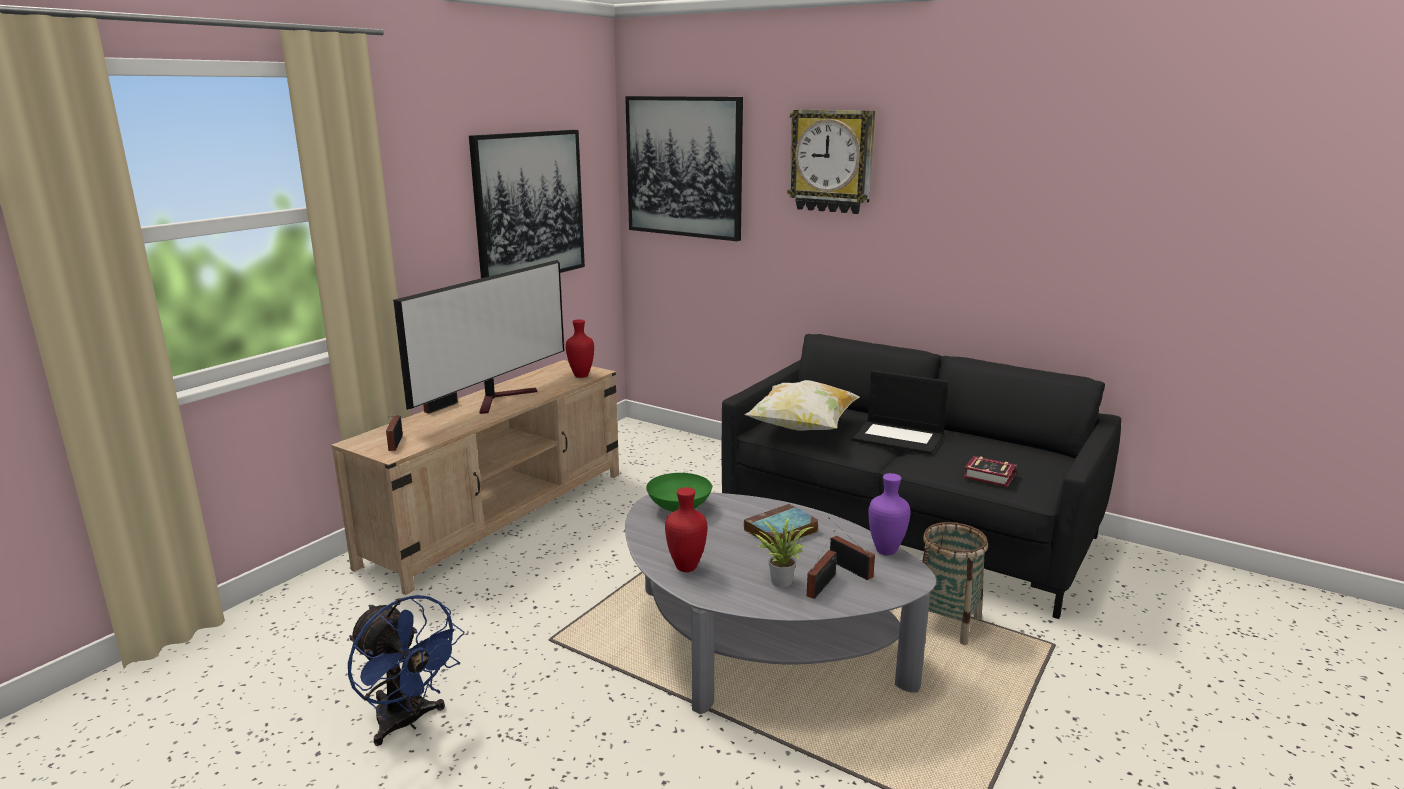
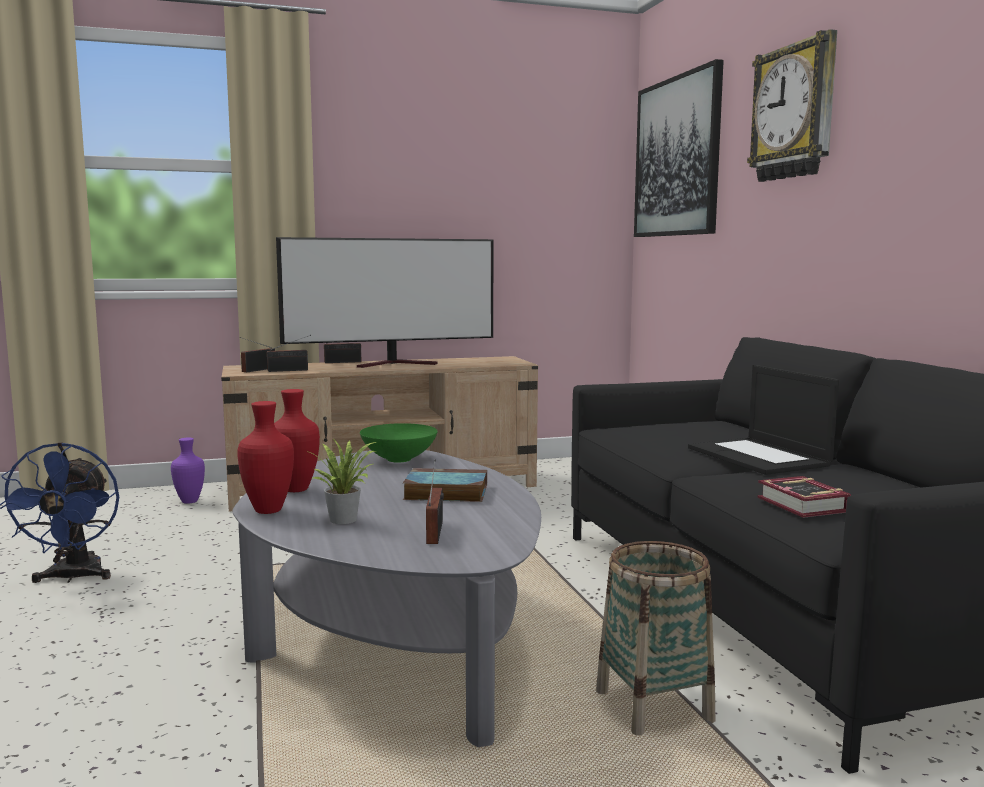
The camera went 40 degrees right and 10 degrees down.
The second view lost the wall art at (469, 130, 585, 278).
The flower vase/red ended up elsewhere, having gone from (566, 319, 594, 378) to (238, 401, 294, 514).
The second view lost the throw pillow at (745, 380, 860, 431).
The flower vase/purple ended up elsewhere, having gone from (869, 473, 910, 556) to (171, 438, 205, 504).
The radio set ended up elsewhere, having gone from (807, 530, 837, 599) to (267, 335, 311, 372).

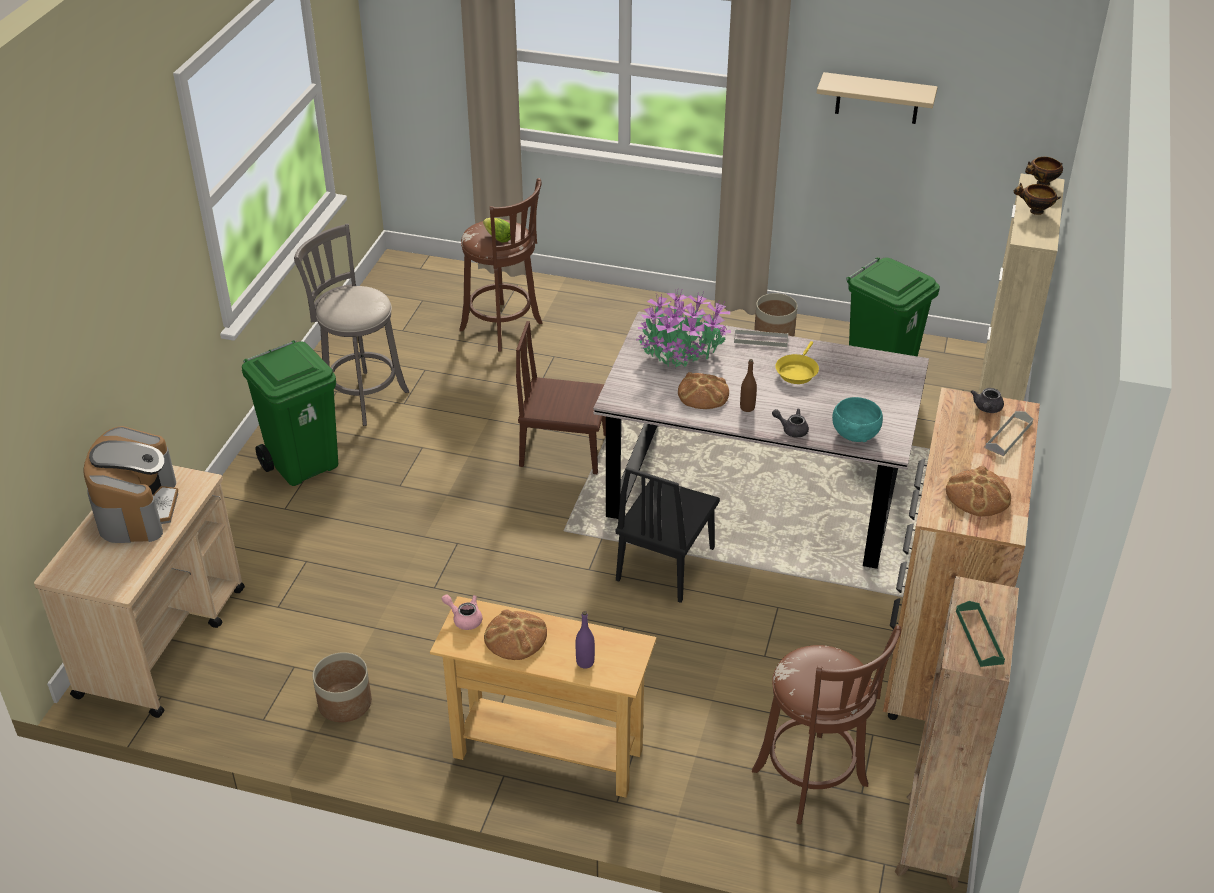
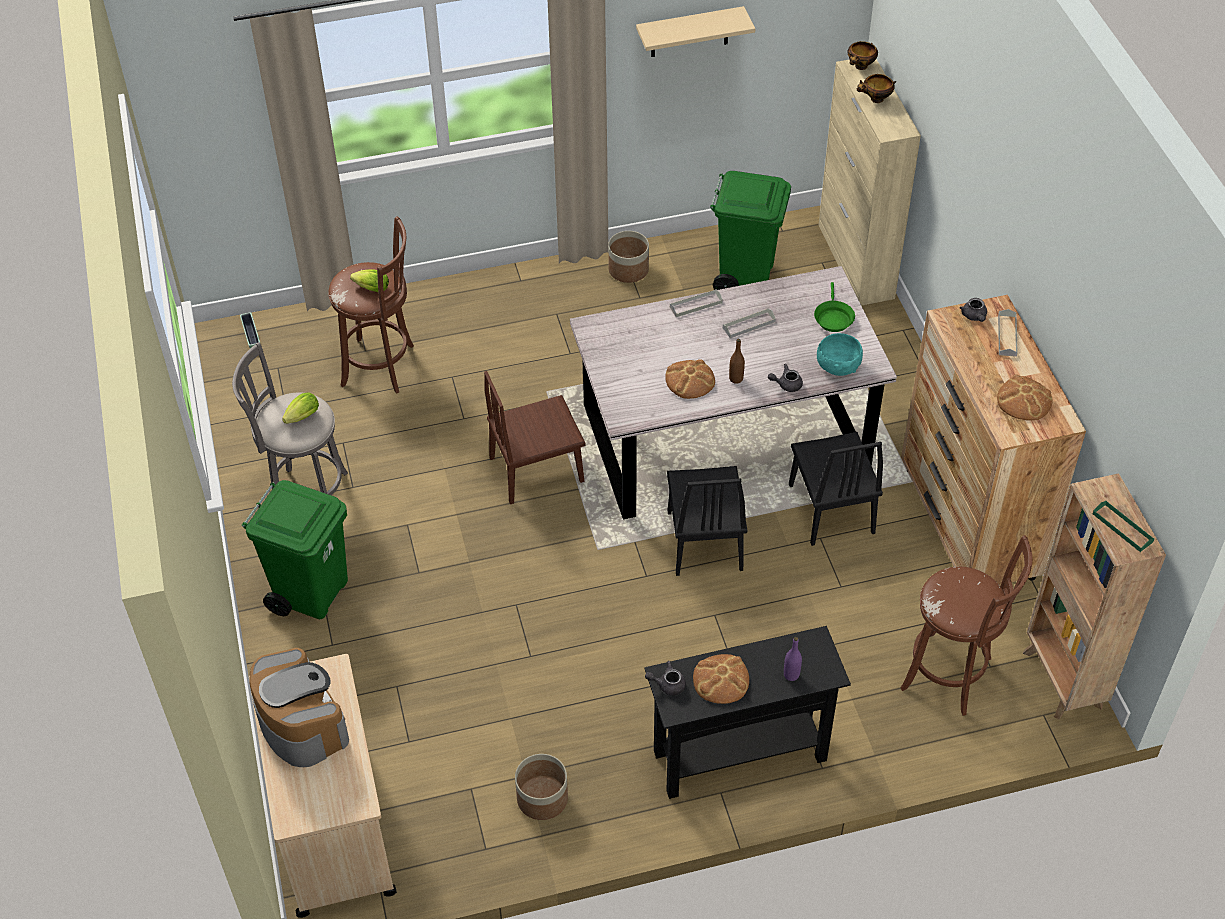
The camera went 30 degrees left and 10 degrees up.
The second view lost the houseplant at (636, 290, 731, 368).
Where the pan/yellowish stood at (775, 341, 819, 384), the serving tray/gray came to stand at (723, 308, 776, 338).
What was the pot for tea/pink-coloured at (442, 594, 482, 630) turned into the pot for tea/gray at (645, 661, 686, 695).
What was the narrow table/sand-coloured at (430, 596, 657, 798) turned into the narrow table/black at (645, 626, 851, 799).
The second view gained the pan/greenish at (814, 282, 855, 332).
The second view gained the flower pot at (240, 312, 260, 348).
The second view gained the lettuce head at (282, 392, 319, 424).
The second view gained the chair/black at (789, 432, 883, 546).

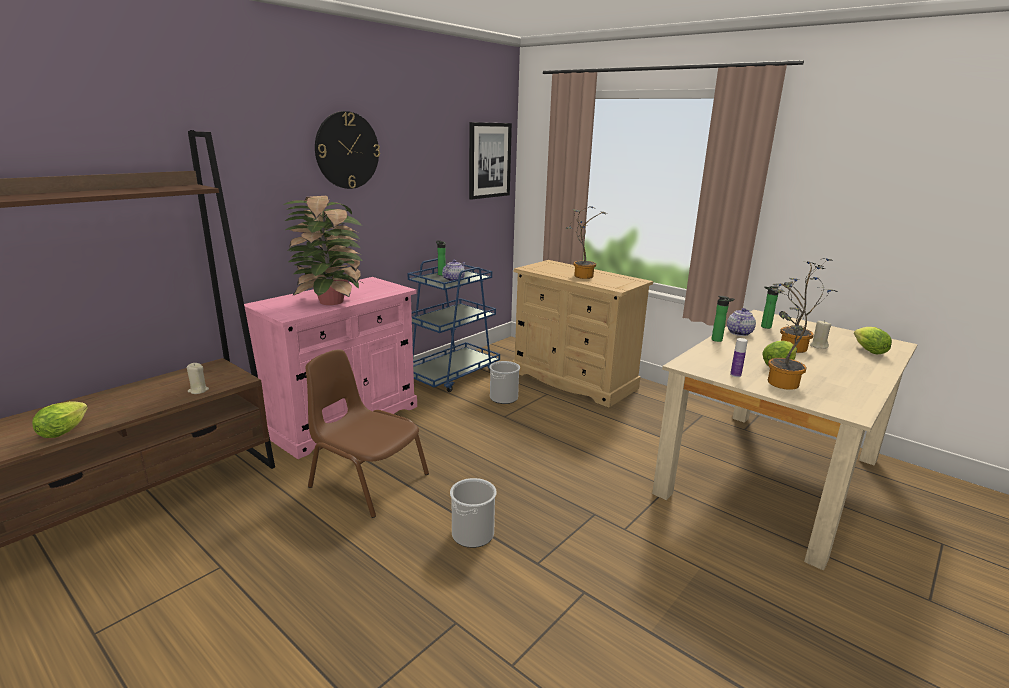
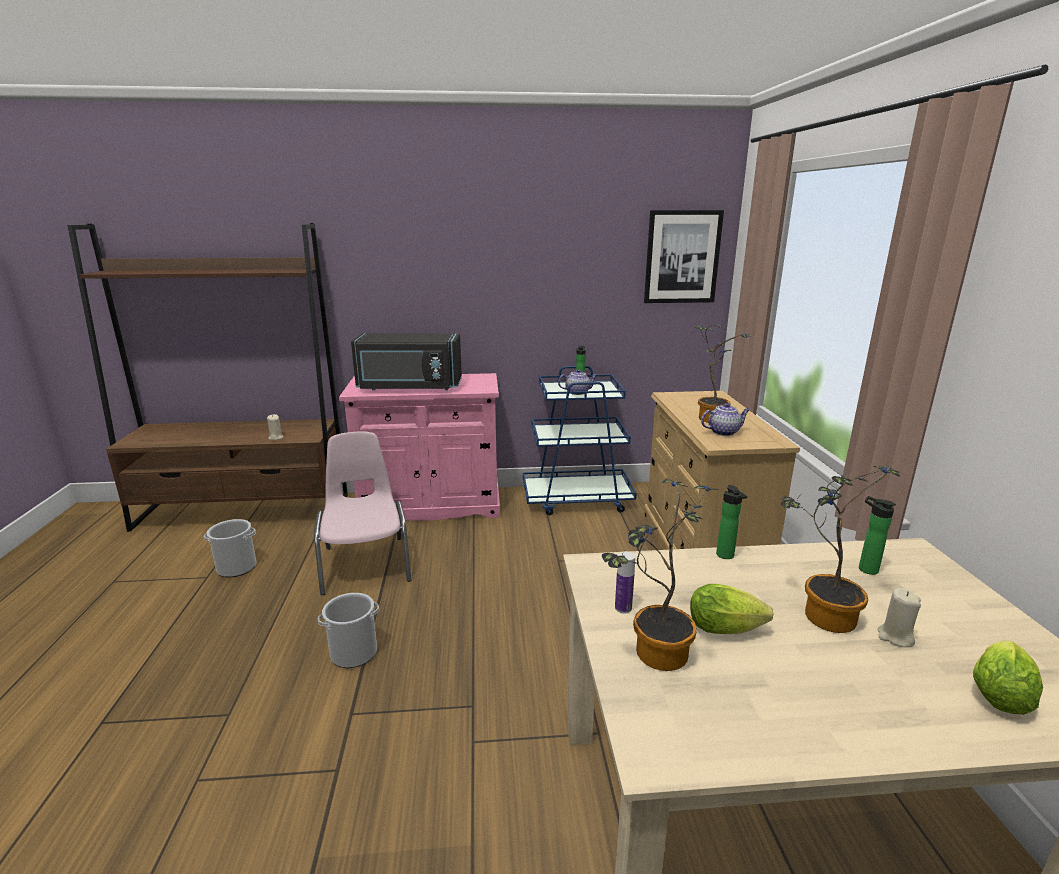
The camera went 45 degrees right and 0 degrees up.
The second view lost the hanging clock at (315, 111, 380, 189).
Where the houseplant stood at (283, 196, 363, 305), the microwave oven/black came to stand at (351, 333, 462, 390).
The pot for tea ended up elsewhere, having gone from (727, 308, 756, 336) to (701, 403, 750, 436).
What was the chair/brown-coloured at (305, 349, 429, 518) turned into the chair/pink-coloured at (314, 431, 411, 595).
The bucket ended up elsewhere, having gone from (489, 361, 520, 404) to (204, 519, 257, 577).
The second view lost the lettuce head at (32, 401, 88, 438).

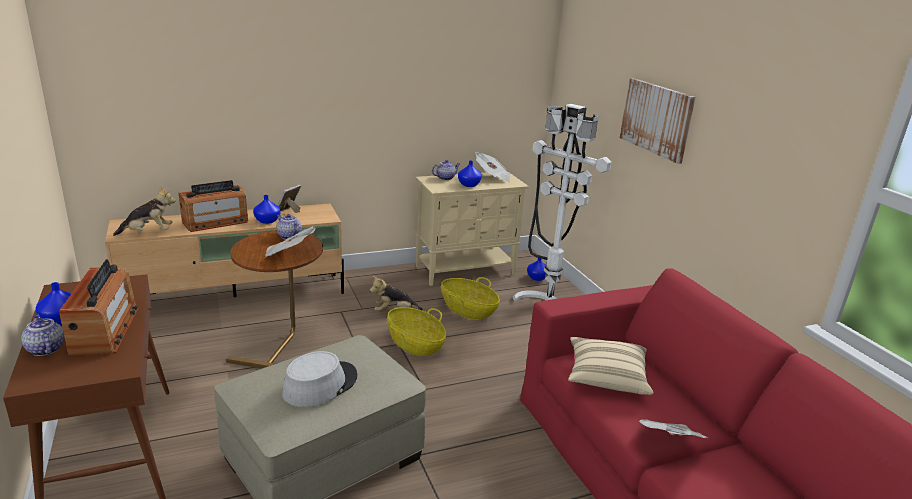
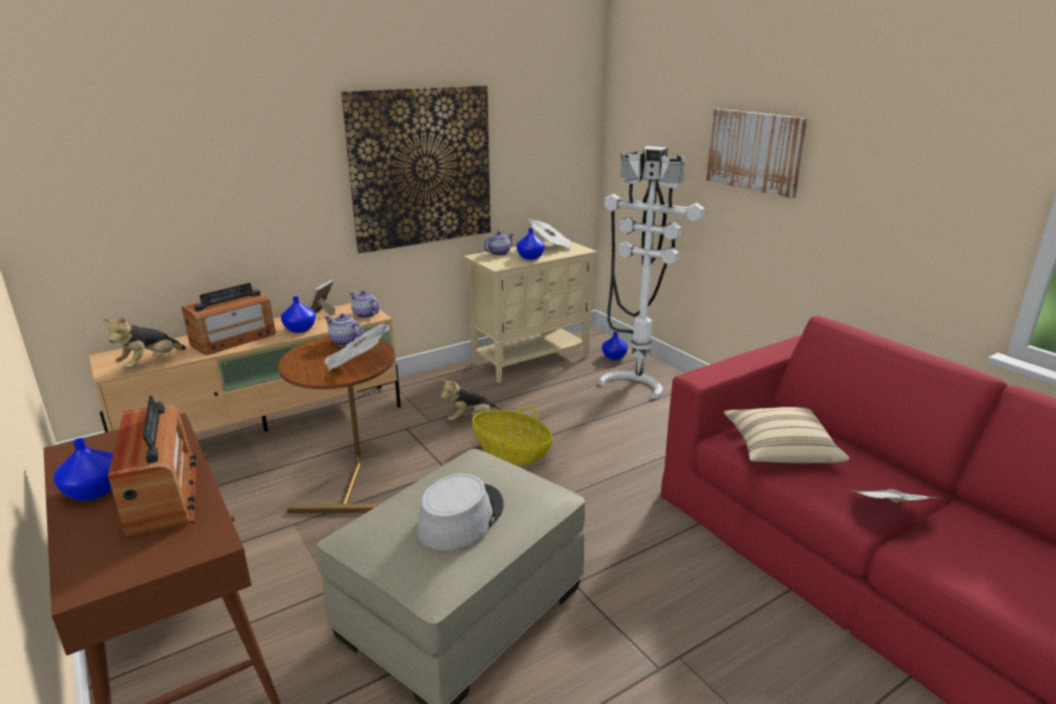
The camera went 10 degrees left and 0 degrees up.
The plush toy at (113, 186, 176, 236) ended up facing another way, 150 degrees clockwise from before.
The second view lost the storage basket at (441, 277, 500, 319).
The pot for tea ended up elsewhere, having gone from (21, 314, 64, 356) to (350, 291, 380, 318).
The second view gained the wall art at (341, 85, 491, 253).

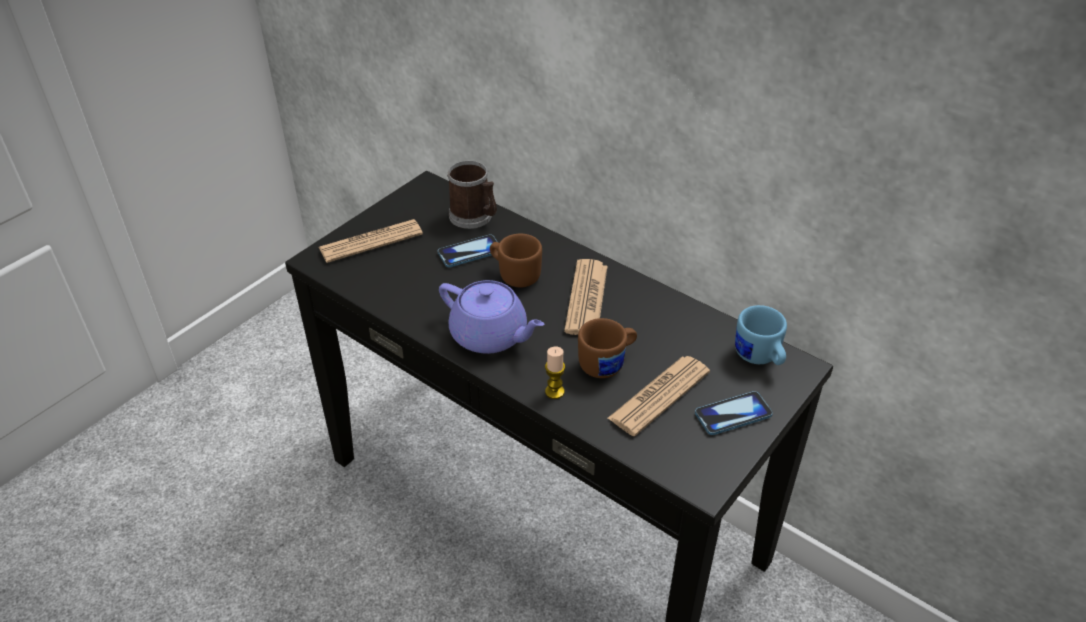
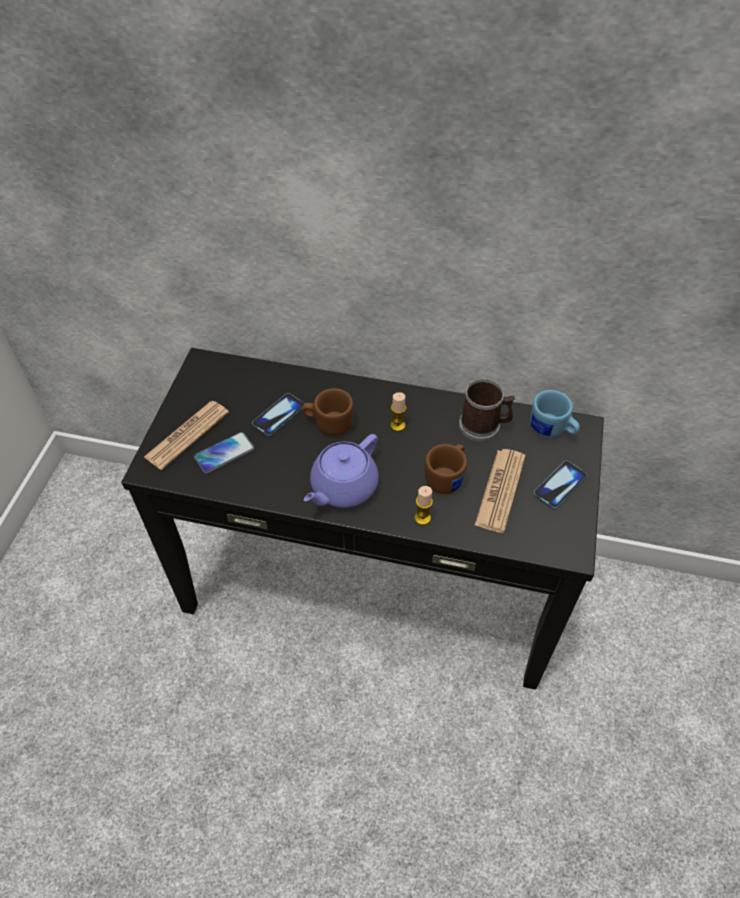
The camera went 25 degrees left and 10 degrees up.
The tea mug ended up elsewhere, having gone from (447, 161, 497, 229) to (459, 379, 515, 442).
Where the daily paper stood at (564, 259, 607, 335), the wax candle came to stand at (390, 392, 406, 431).
The pot for tea/purple at (439, 280, 544, 354) ended up facing another way, 120 degrees clockwise from before.
The second view gained the phone at (194, 432, 255, 474).

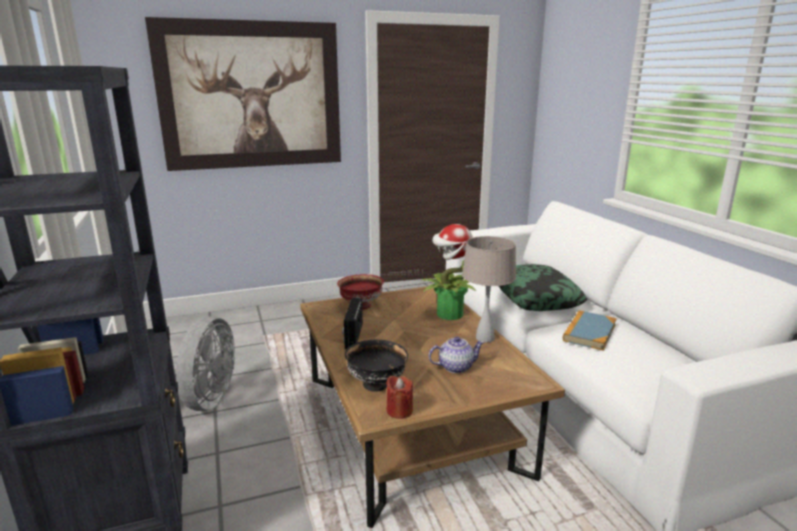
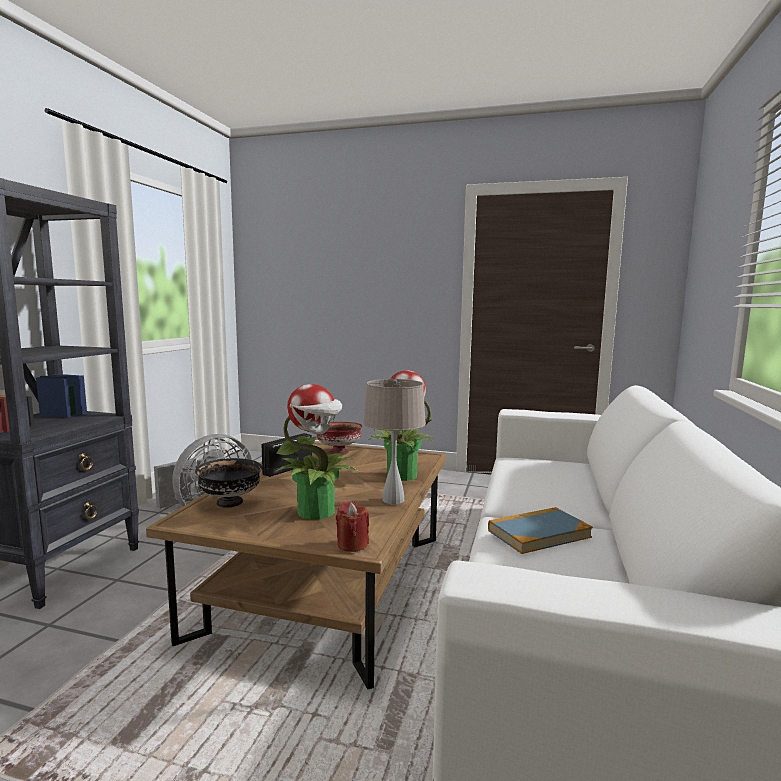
The camera went 35 degrees right and 10 degrees down.
The second view lost the wall art at (145, 17, 341, 171).
The second view lost the throw pillow at (499, 264, 587, 311).
Where the pot for tea stood at (429, 337, 485, 373), the houseplant came to stand at (275, 384, 359, 520).
The wax candle/red ended up elsewhere, having gone from (386, 376, 413, 419) to (336, 501, 369, 552).

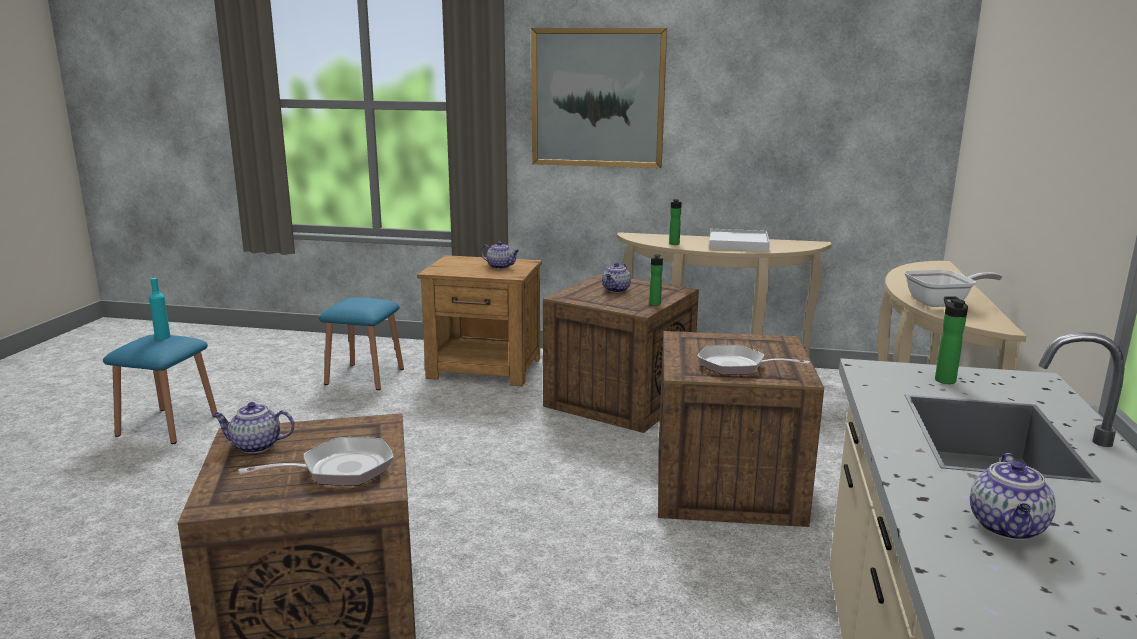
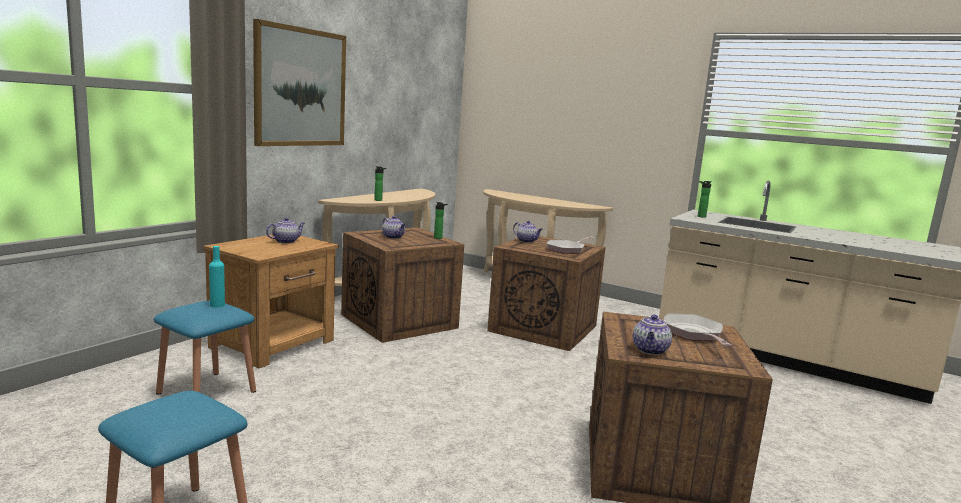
The camera went 70 degrees left and 5 degrees down.
The second view lost the serving tray/white-coloured at (709, 229, 770, 252).
The second view lost the pan at (904, 270, 1002, 307).
The bottle/blue-green ended up elsewhere, having gone from (149, 278, 170, 340) to (209, 246, 225, 308).
The pot for tea ended up elsewhere, having gone from (970, 453, 1056, 540) to (513, 221, 543, 243).

